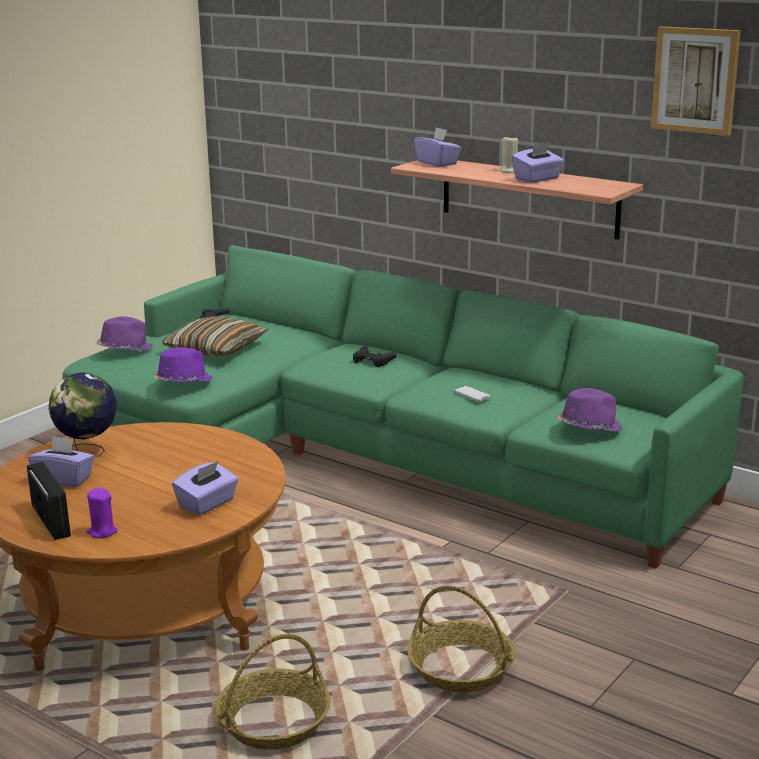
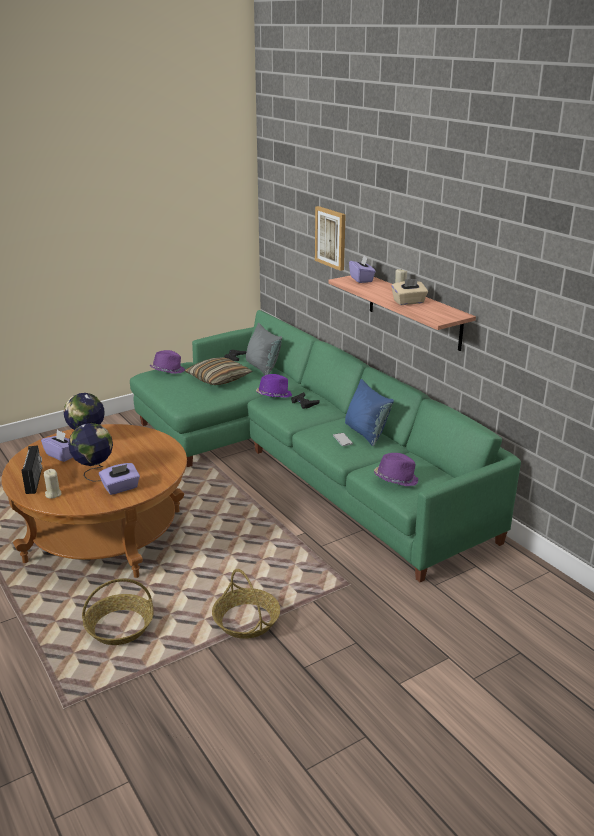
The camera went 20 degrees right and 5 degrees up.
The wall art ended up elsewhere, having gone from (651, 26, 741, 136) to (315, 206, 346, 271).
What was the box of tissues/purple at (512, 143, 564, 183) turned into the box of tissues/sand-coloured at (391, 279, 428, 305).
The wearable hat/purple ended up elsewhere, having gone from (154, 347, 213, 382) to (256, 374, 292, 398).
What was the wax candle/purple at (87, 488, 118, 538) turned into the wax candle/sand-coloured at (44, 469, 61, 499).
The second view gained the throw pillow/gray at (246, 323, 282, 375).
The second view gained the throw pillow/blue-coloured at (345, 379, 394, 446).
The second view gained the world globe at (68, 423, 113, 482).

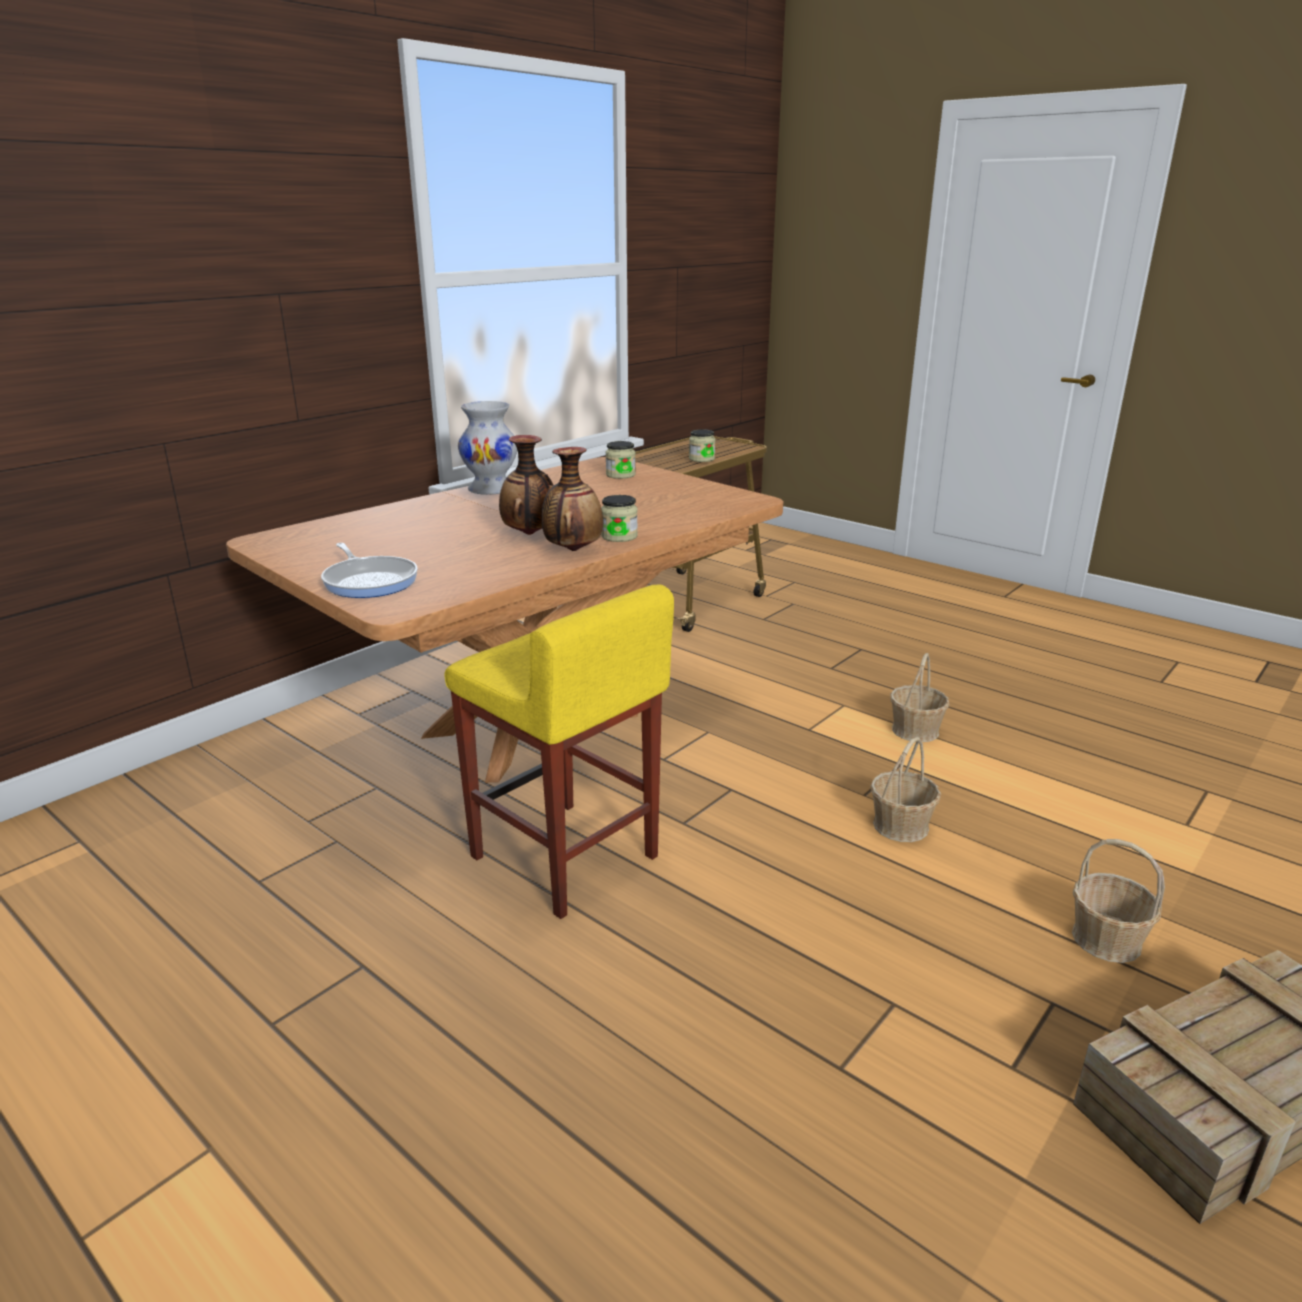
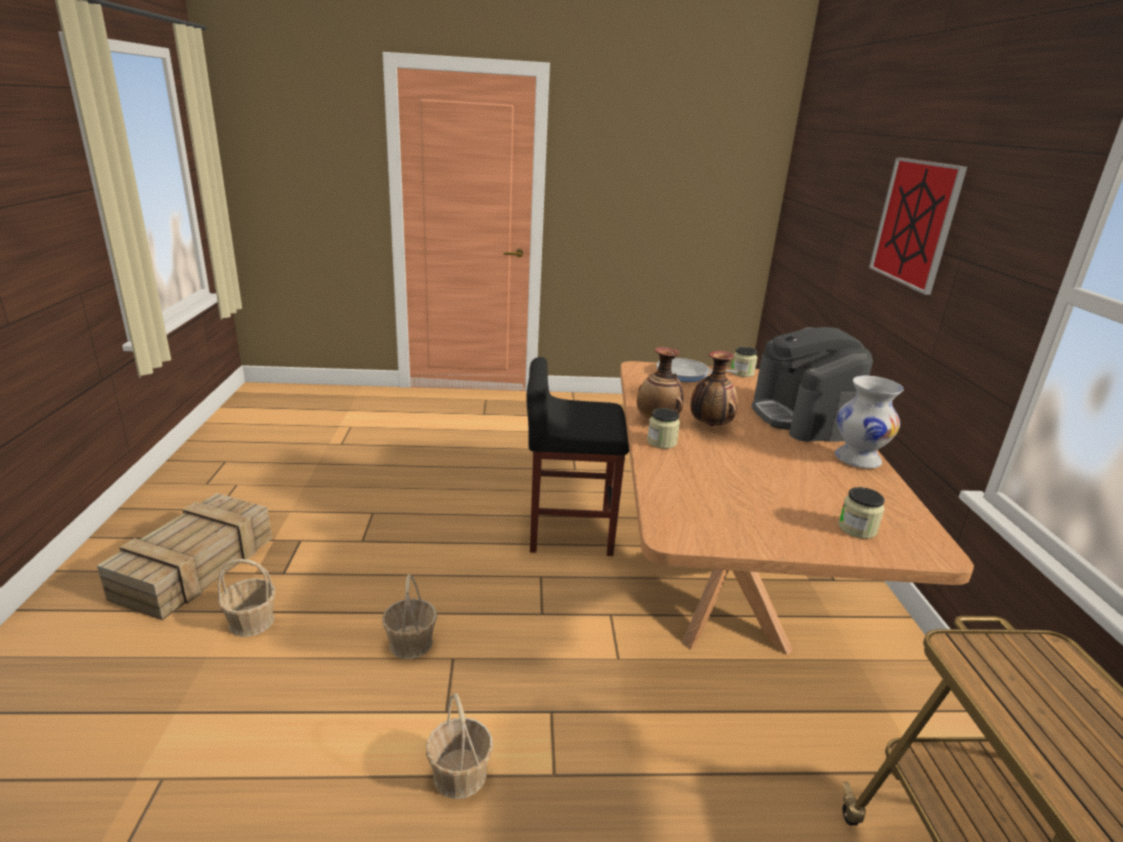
The camera went 135 degrees right and 0 degrees up.
The storage jar ended up elsewhere, having gone from (689, 429, 715, 462) to (731, 347, 758, 377).
What was the stool/yellowish at (445, 584, 674, 919) turned into the stool/black at (527, 357, 629, 556).
The second view gained the wall art at (869, 157, 967, 295).
The second view gained the coffee brewer at (752, 327, 873, 442).

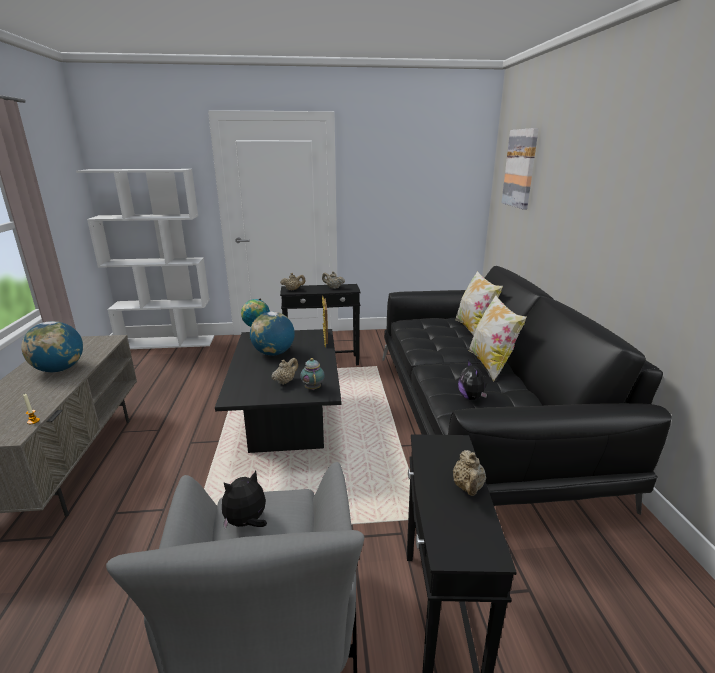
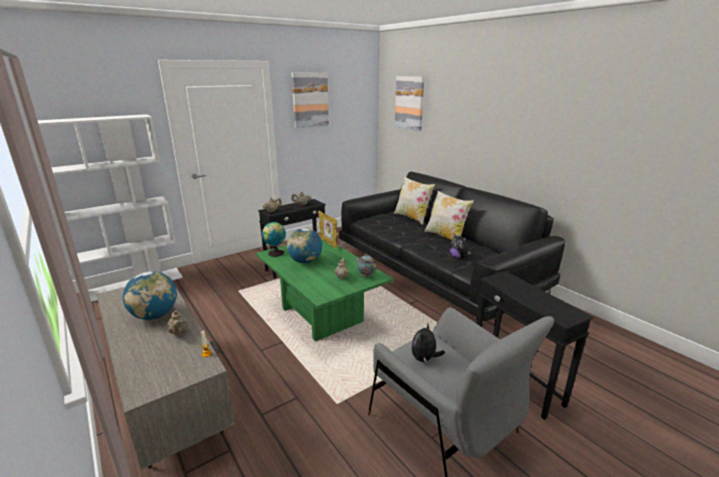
The camera went 30 degrees left and 0 degrees up.
What was the coffee table/black at (215, 329, 341, 453) turned into the coffee table/greenish at (256, 240, 393, 342).
The pot for tea/sand-coloured ended up elsewhere, having gone from (453, 450, 486, 496) to (167, 311, 188, 335).
The second view gained the wall art at (292, 72, 329, 128).

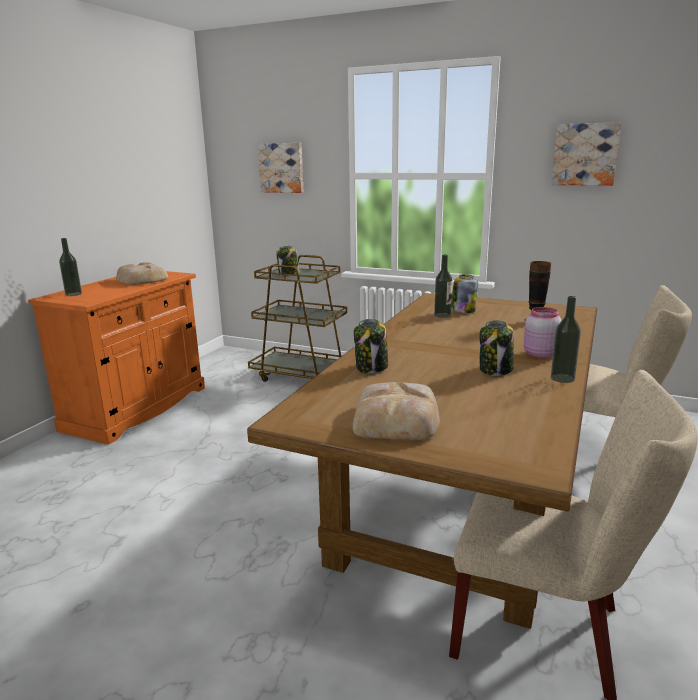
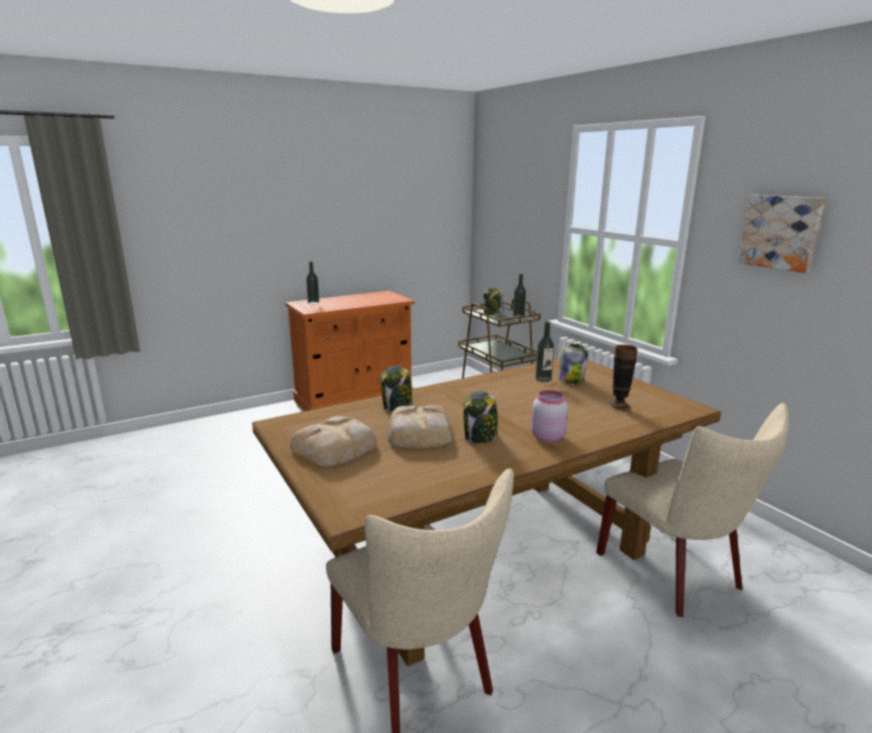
The camera went 35 degrees right and 0 degrees up.
The second view lost the wall art at (258, 143, 303, 193).
The bakery bread ended up elsewhere, having gone from (116, 262, 168, 285) to (386, 405, 453, 448).
The bottle ended up elsewhere, having gone from (551, 296, 581, 383) to (513, 274, 526, 317).

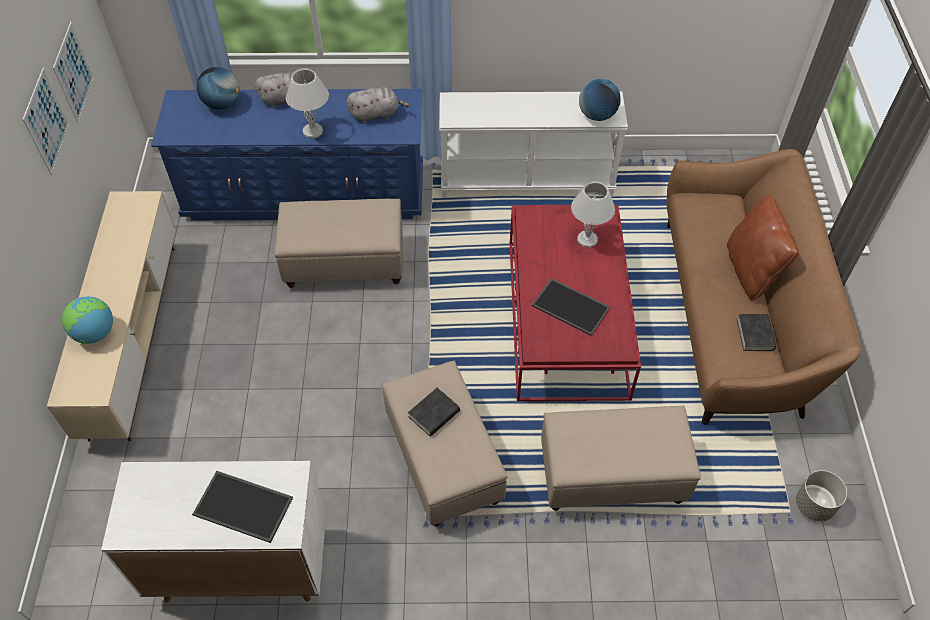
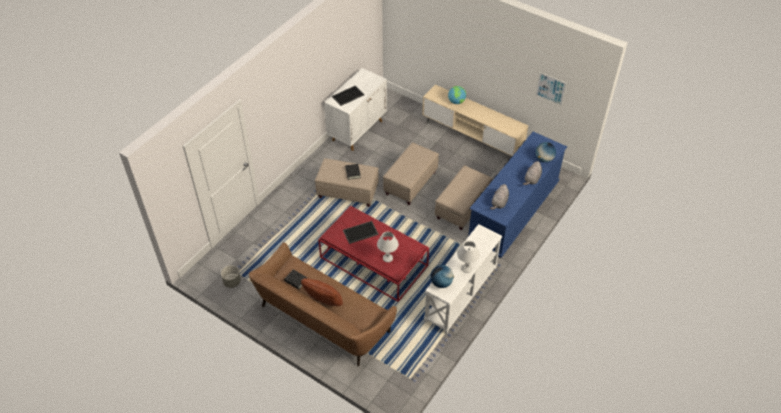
The camera went 125 degrees right and 5 degrees down.
The second view lost the wall art at (22, 67, 70, 175).
The lamp for a table/white-coloured ended up elsewhere, having gone from (285, 68, 329, 138) to (457, 241, 480, 273).
The pouffe/sand-coloured ended up elsewhere, having gone from (541, 405, 701, 511) to (383, 142, 439, 205).

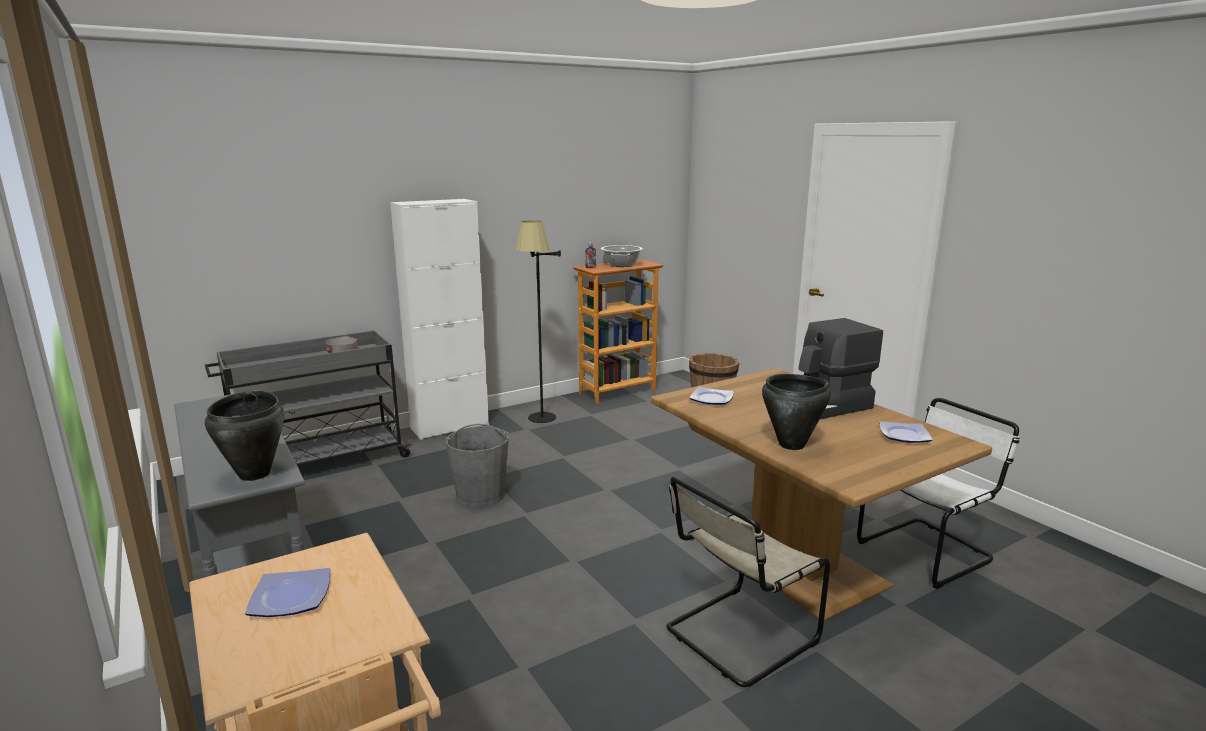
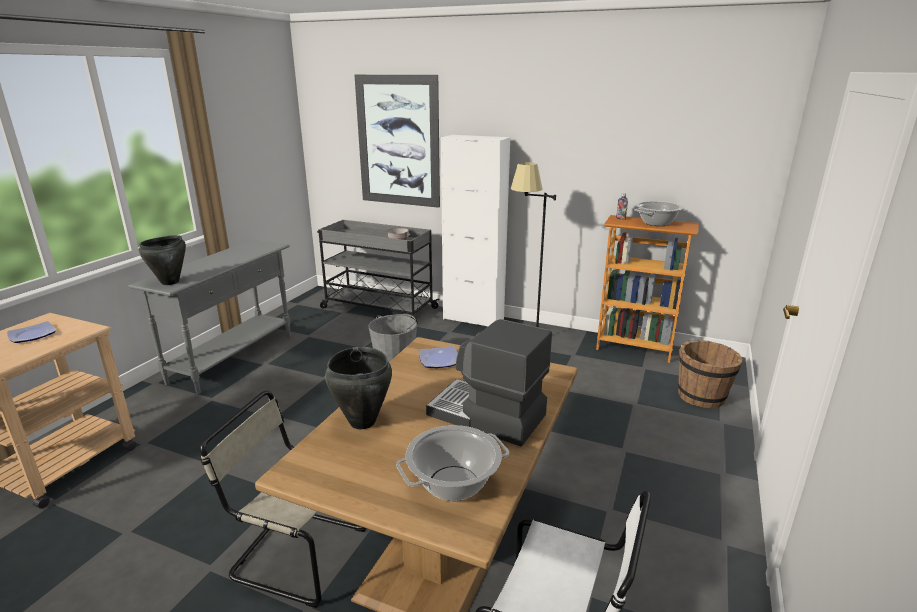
The camera went 55 degrees right and 5 degrees up.
Where the plate stood at (879, 421, 933, 443), the cooking pot came to stand at (396, 425, 509, 501).
The second view gained the wall art at (354, 75, 440, 208).

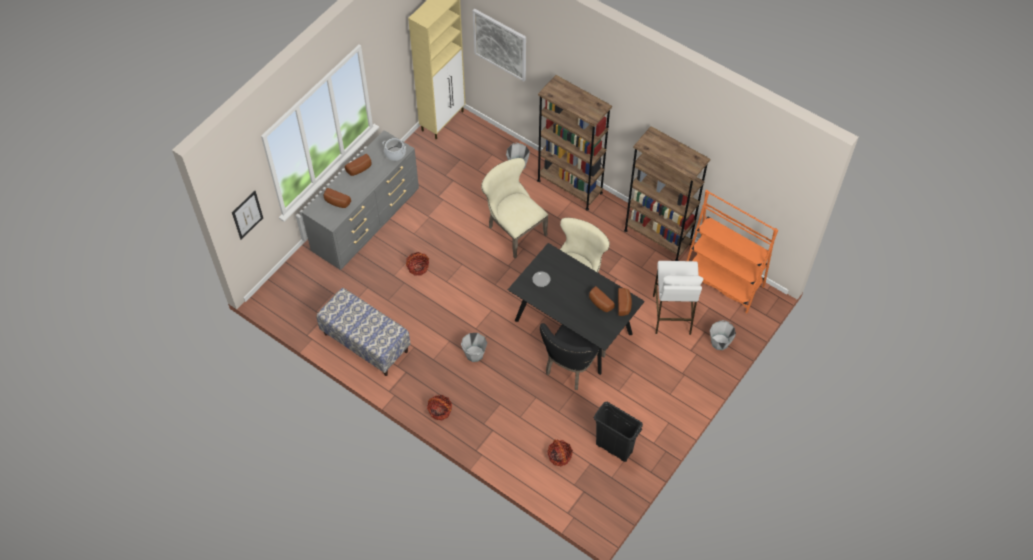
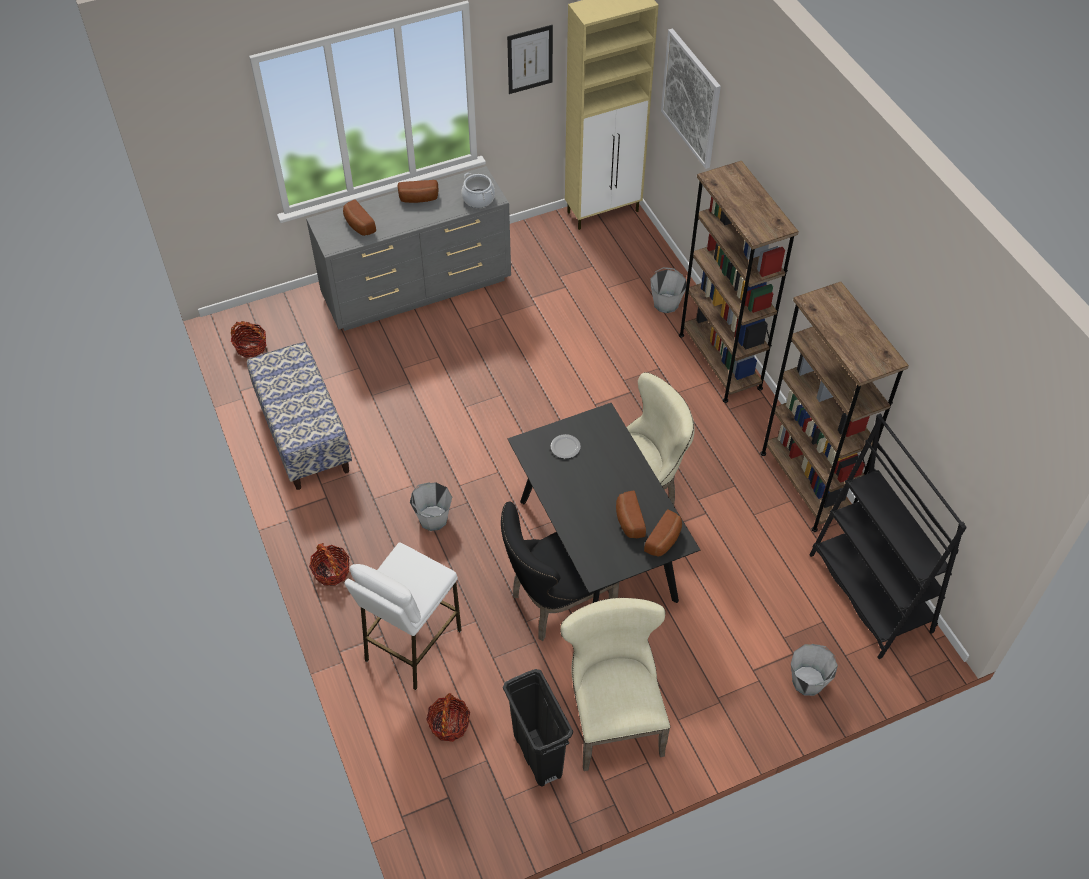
The camera went 30 degrees right and 5 degrees down.
The chair/sand-coloured ended up elsewhere, having gone from (481, 158, 548, 258) to (560, 598, 670, 771).
What was the shelving unit/orange-coloured at (687, 190, 778, 314) turned into the shelving unit/black at (809, 413, 967, 659).
The wall art ended up elsewhere, having gone from (232, 191, 263, 239) to (507, 25, 553, 94).
The storage basket ended up elsewhere, having gone from (406, 252, 429, 276) to (231, 321, 266, 358).
The stool/white-coloured ended up elsewhere, having gone from (653, 261, 703, 335) to (345, 543, 462, 690).

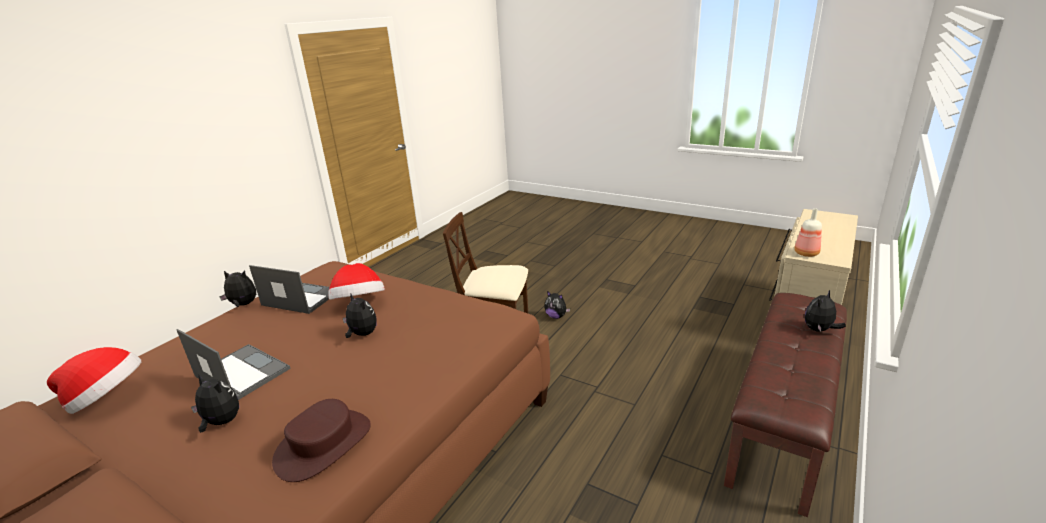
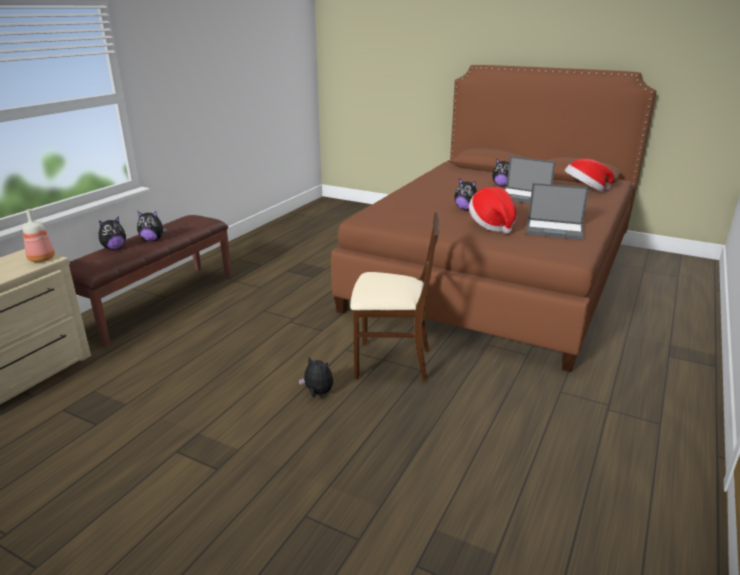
The camera went 175 degrees right and 0 degrees up.
The plush toy ended up elsewhere, having gone from (220, 271, 256, 307) to (137, 211, 167, 241).
The second view lost the wearable hat/brown-coloured at (272, 399, 371, 482).

